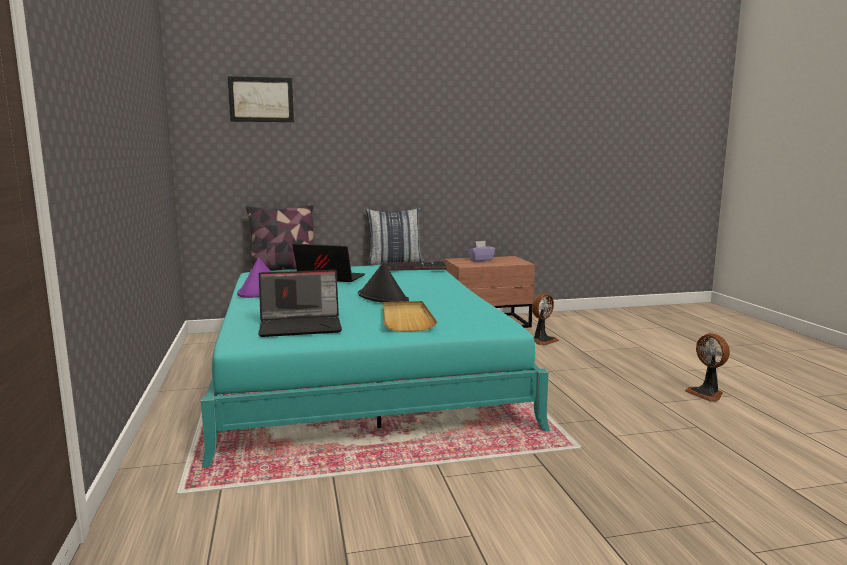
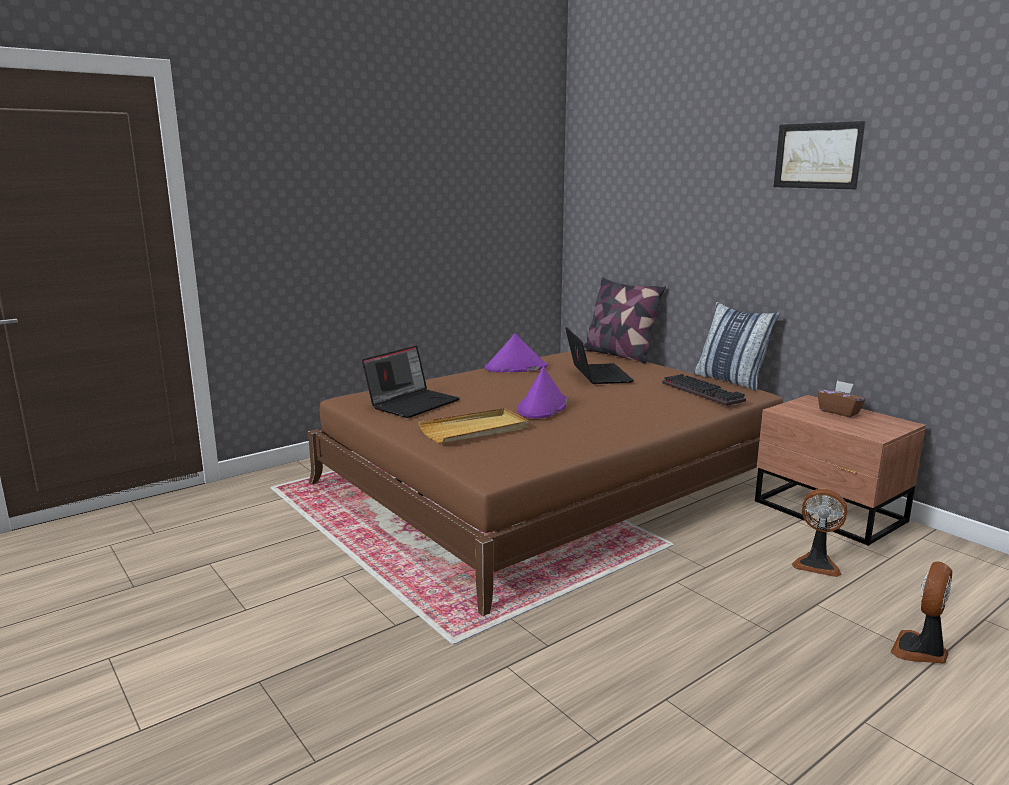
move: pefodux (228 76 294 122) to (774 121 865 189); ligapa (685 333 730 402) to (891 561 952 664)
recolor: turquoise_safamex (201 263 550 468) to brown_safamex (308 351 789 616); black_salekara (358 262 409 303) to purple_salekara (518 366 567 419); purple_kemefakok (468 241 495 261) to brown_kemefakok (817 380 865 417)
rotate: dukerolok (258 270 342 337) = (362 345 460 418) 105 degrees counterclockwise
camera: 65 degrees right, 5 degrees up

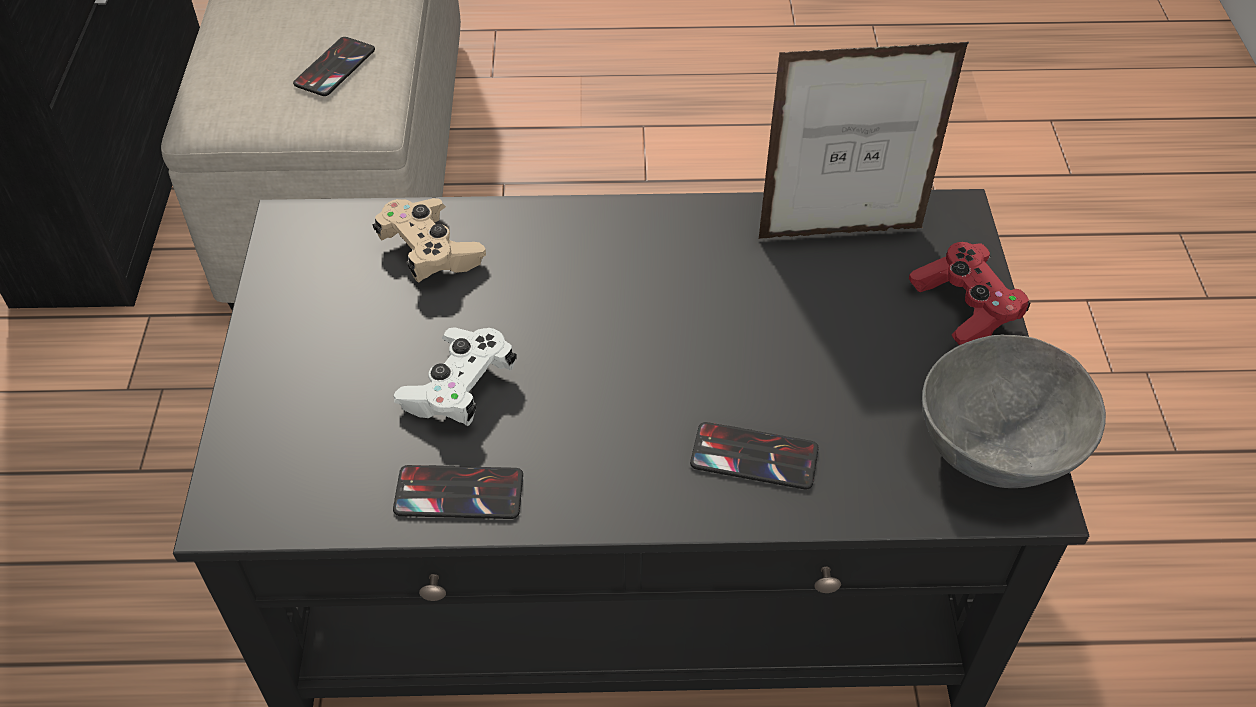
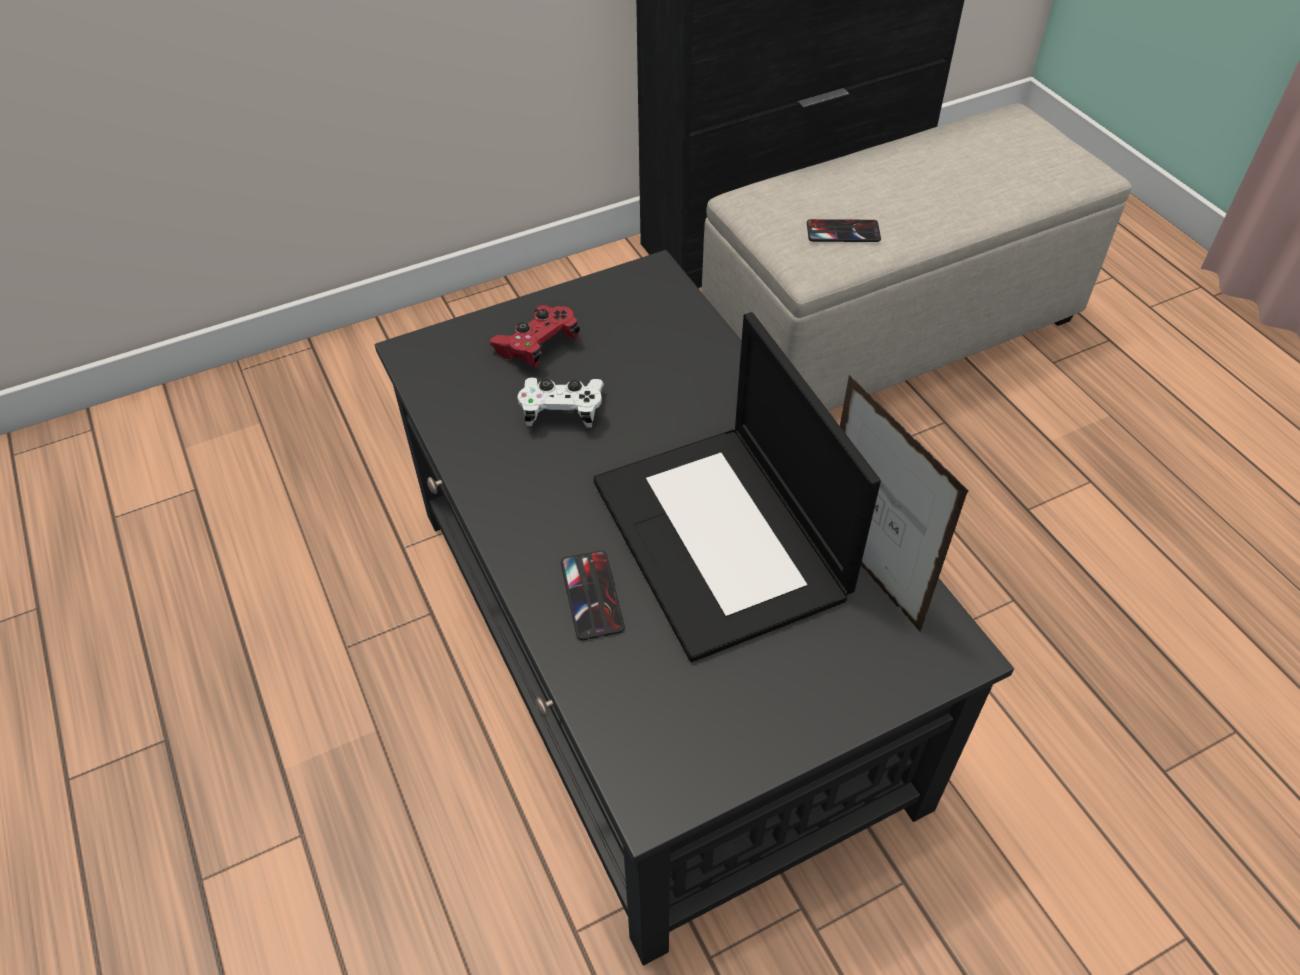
delete: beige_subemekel (372 198 486 282); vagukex (393 465 523 519); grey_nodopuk (922 334 1106 488)
insert: dukerolok (593 312 881 662)
move: red_subemekel (909 242 1031 345) to (490 305 580 368)
camera: 65 degrees right, 0 degrees up

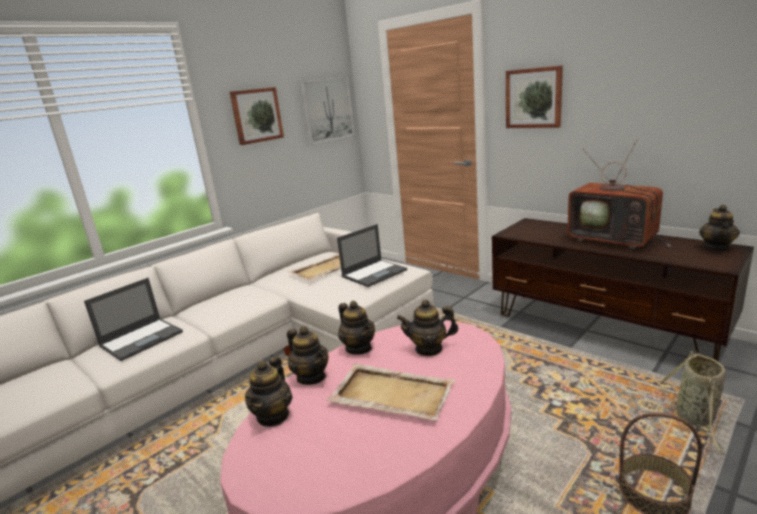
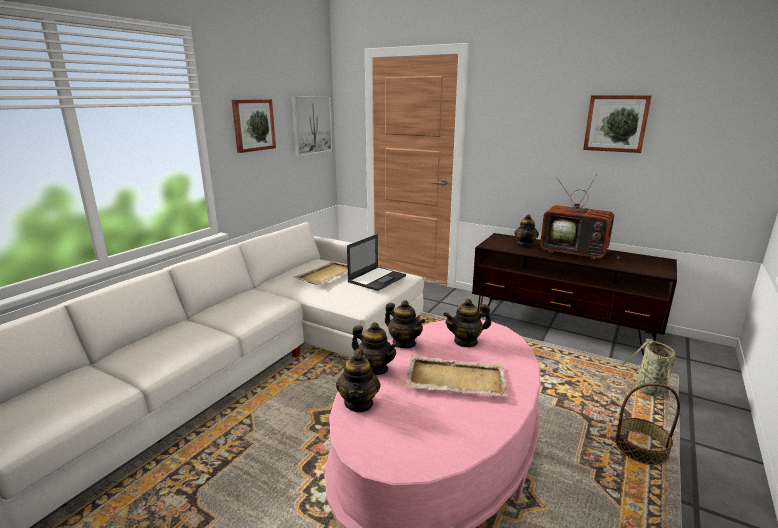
delete: dukerolok (84 278 183 361)
move: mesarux (699 205 740 252) to (514 214 539 247); pefodux (506 65 563 128) to (583 95 652 153)
camera: 15 degrees left, 0 degrees up

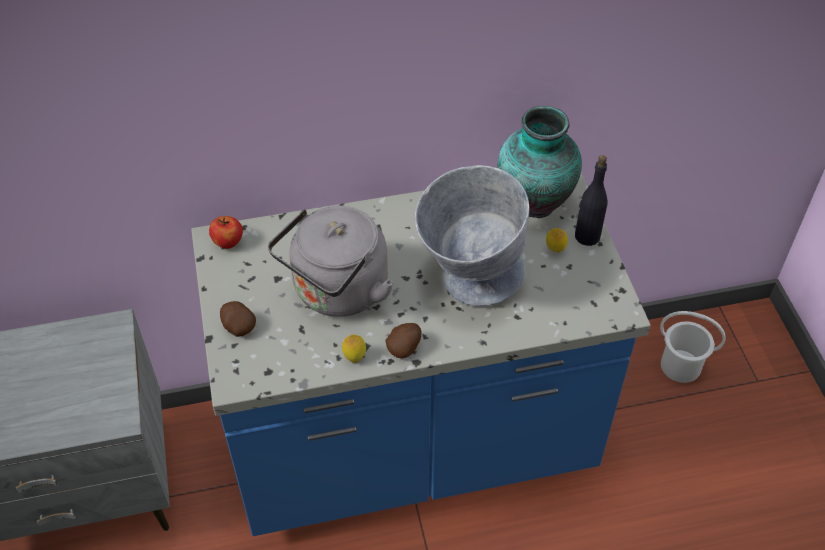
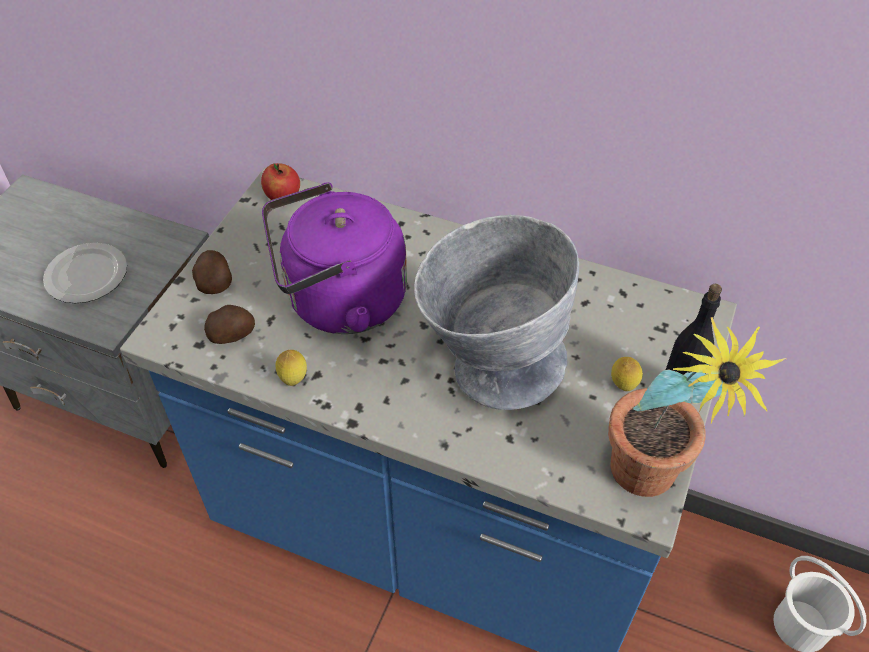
delete: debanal (498 106 582 218)
insert: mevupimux (43 243 127 303); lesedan (608 316 786 497)
move: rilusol (385 323 421 358) to (204 305 255 344)
recolor: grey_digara (268 206 394 317) to purple_digara (262 182 407 334)
camera: 35 degrees right, 0 degrees up

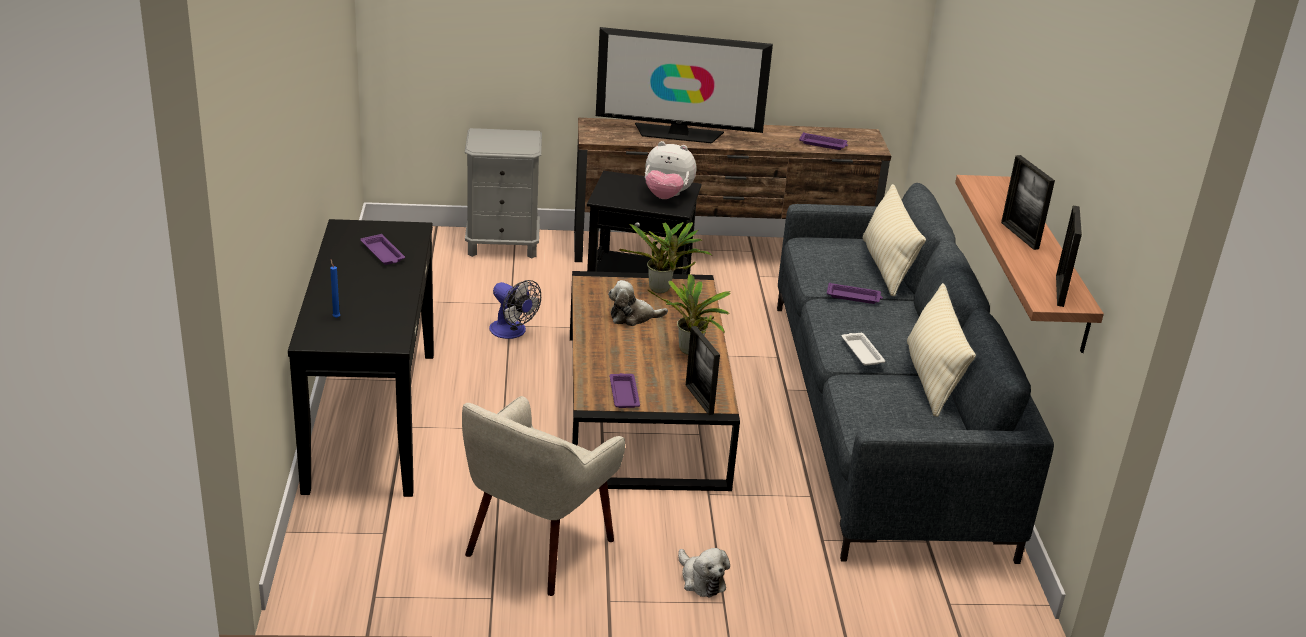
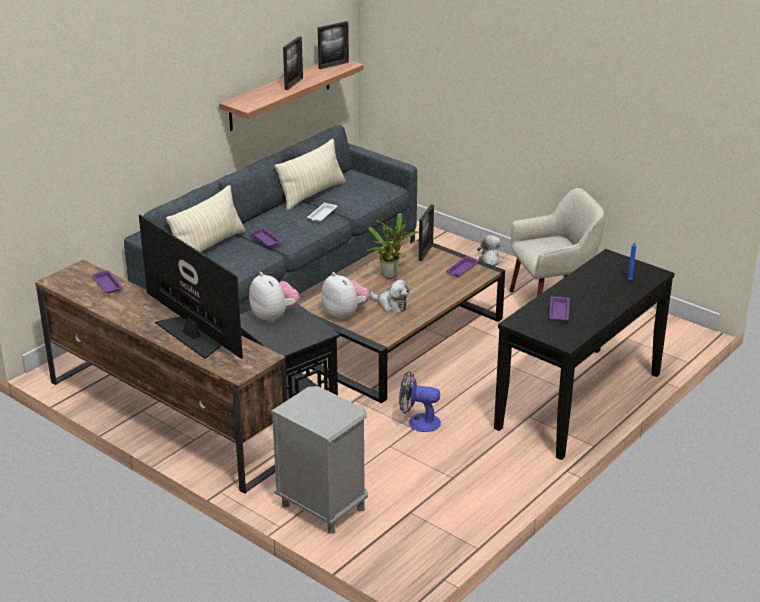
replace: lesedan (619 222 713 293) to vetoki (322 272 370 320)
rotate: ligapa (489 280 541 339) = (399 371 441 432) 75 degrees counterclockwise
camera: 135 degrees left, 0 degrees up

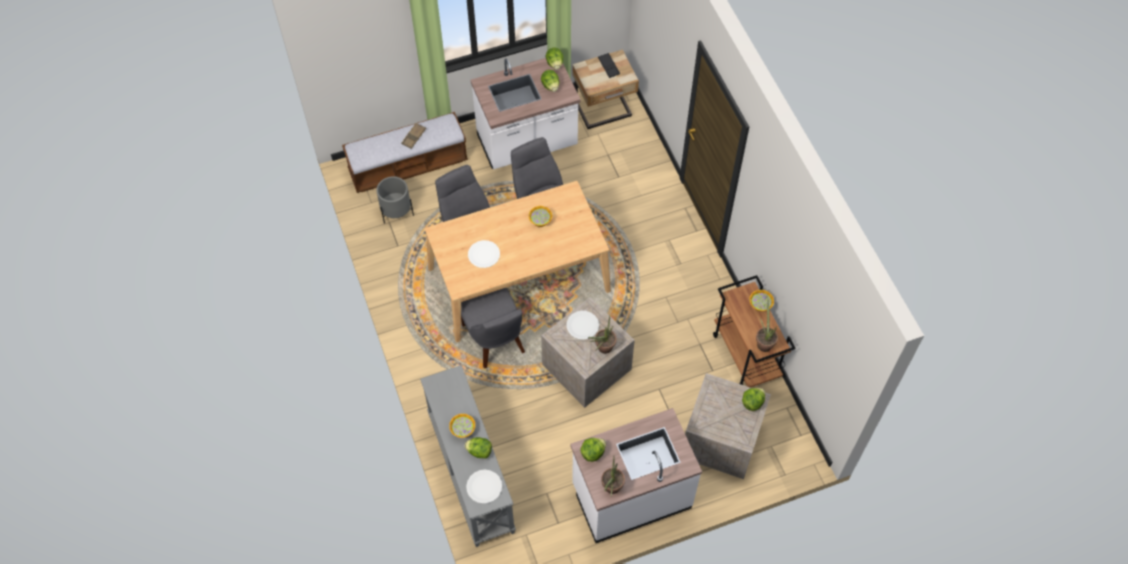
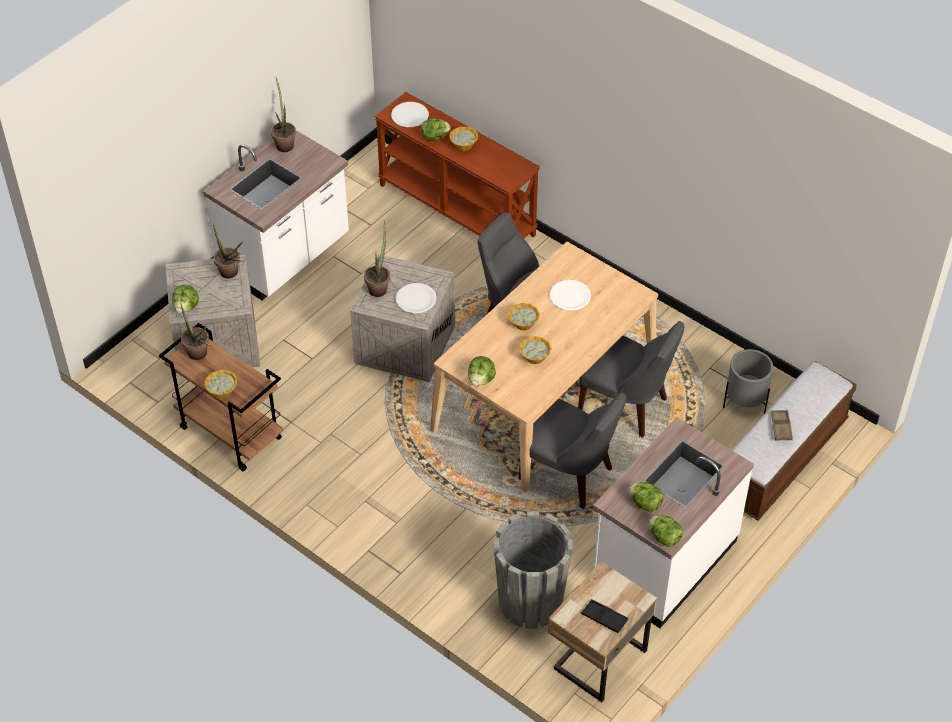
insert: lesedan (213 224 244 279); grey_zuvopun (494 511 573 628); nodopuk (508 303 540 331)
move: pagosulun (581 438 606 462) to (468 356 496 386)
recolor: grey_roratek (420 365 516 547) to brown_roratek (374 92 540 238)
camera: 150 degrees right, 10 degrees down

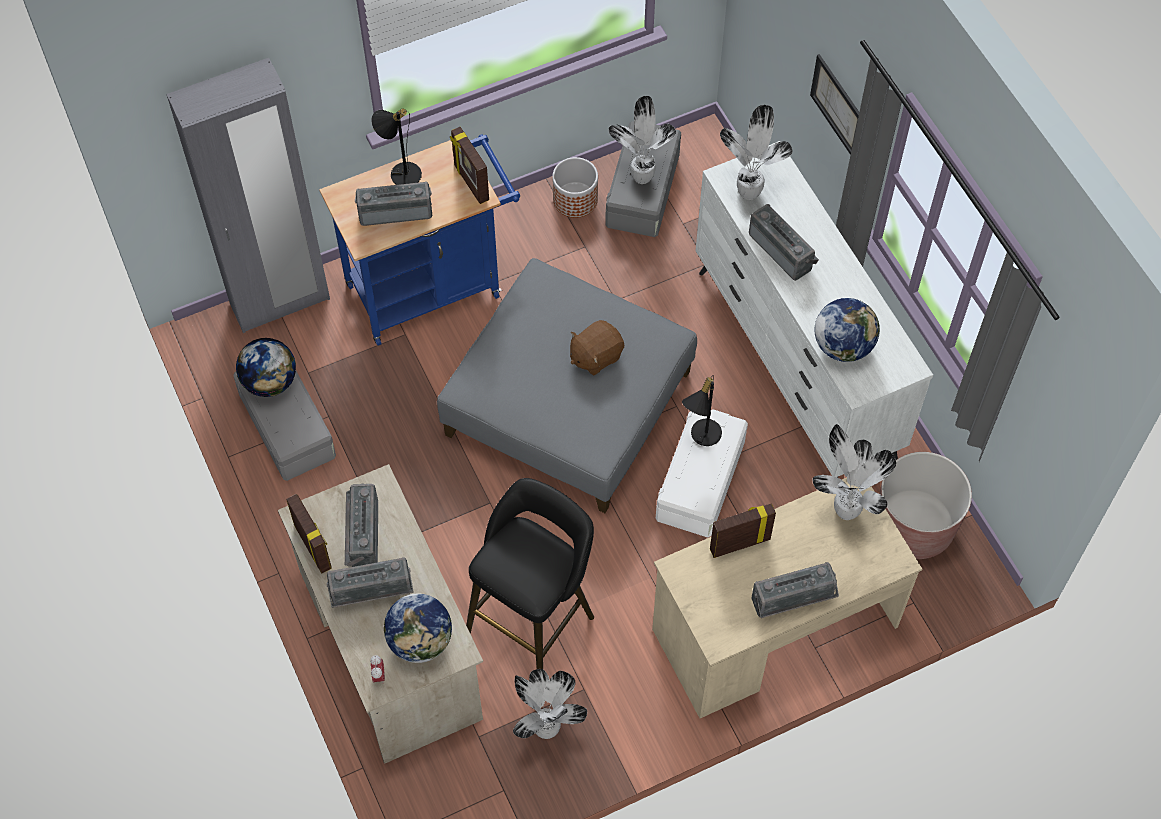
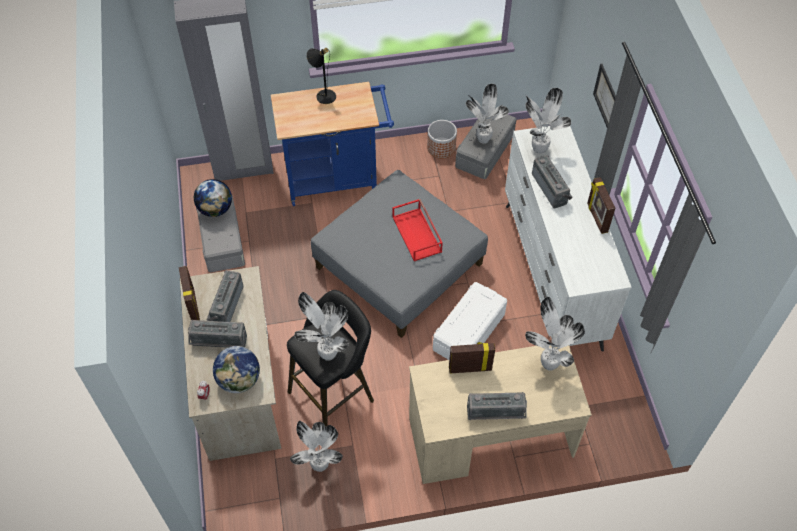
delete: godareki (355 181 432 226); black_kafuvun (682 375 722 446); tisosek (815 298 880 362); brown_zuvopun (879 452 972 559)
insert: lesedan (294 292 349 361)
move: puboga (450 127 489 204) to (587 177 615 234)
replace: brown_vetoki (570 320 624 376) to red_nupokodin (392 199 443 261)
camera: 15 degrees right, 5 degrees down

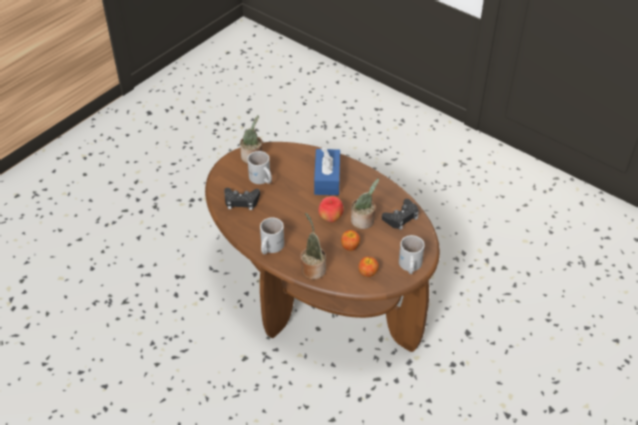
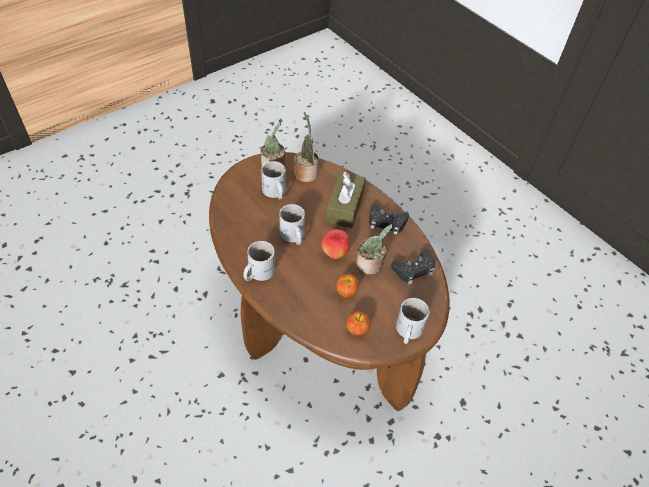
insert: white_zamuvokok (279 204 305 245)
move: lesedan (300 213 326 280) to (294 112 319 182); black_subemekel (224 188 260 210) to (369 204 409 235)
recolor: blue_kemefakok (314 147 340 195) to brown_kemefakok (326 172 366 228)
camera: 10 degrees right, 5 degrees up

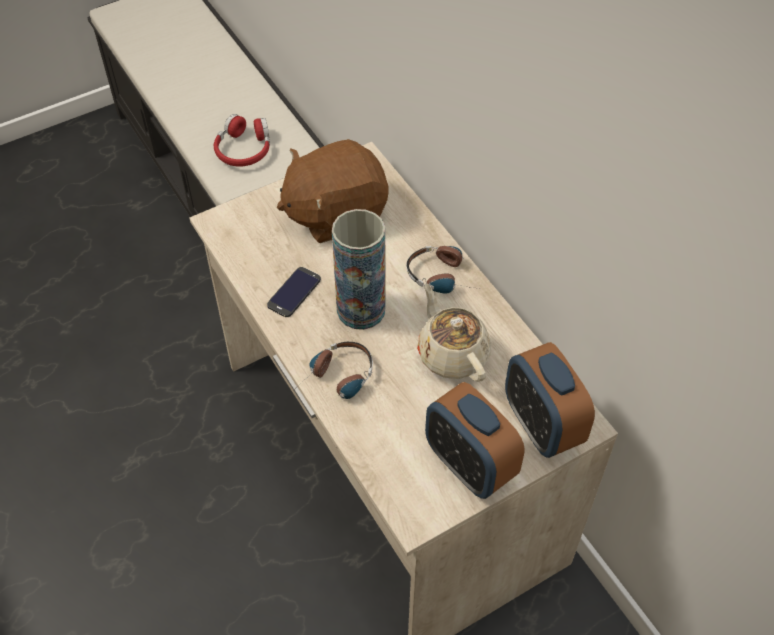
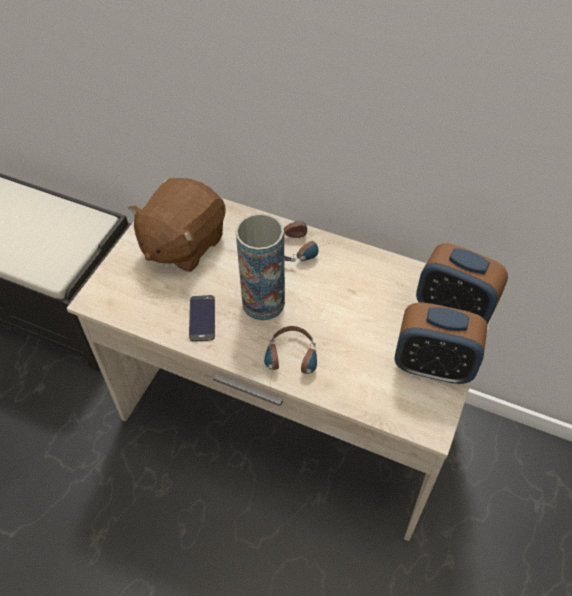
delete: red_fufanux (214 114 270 167); beige_mesarux (417 284 491 382)
camera: 35 degrees left, 0 degrees up

